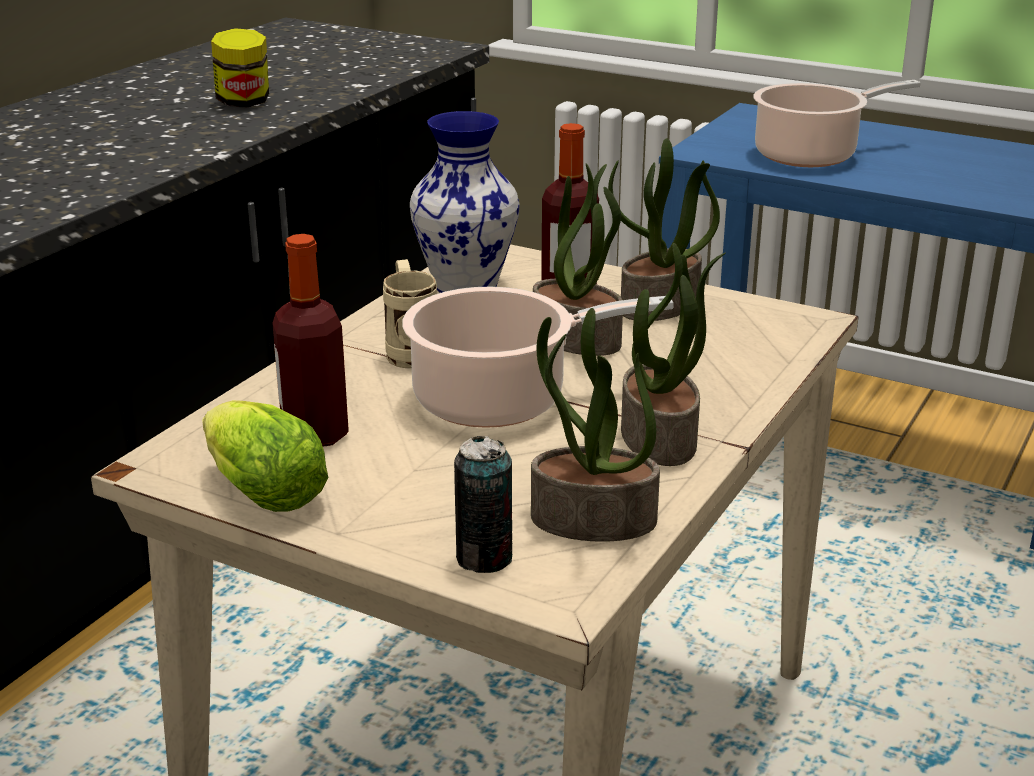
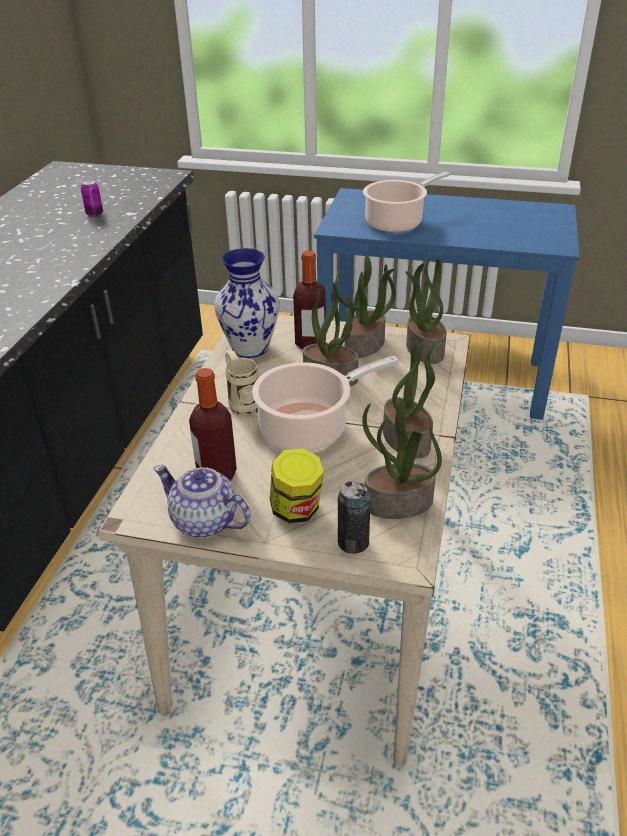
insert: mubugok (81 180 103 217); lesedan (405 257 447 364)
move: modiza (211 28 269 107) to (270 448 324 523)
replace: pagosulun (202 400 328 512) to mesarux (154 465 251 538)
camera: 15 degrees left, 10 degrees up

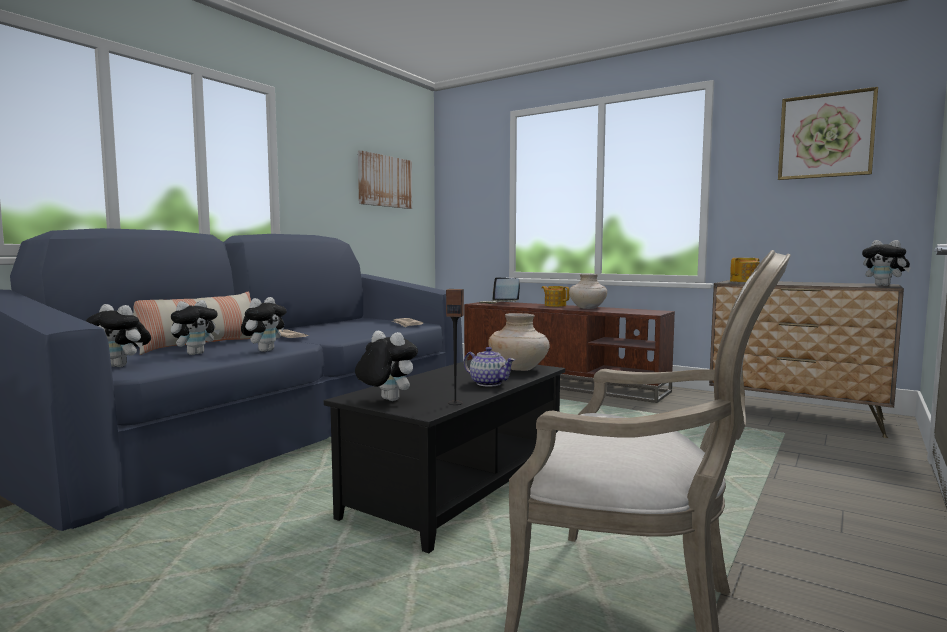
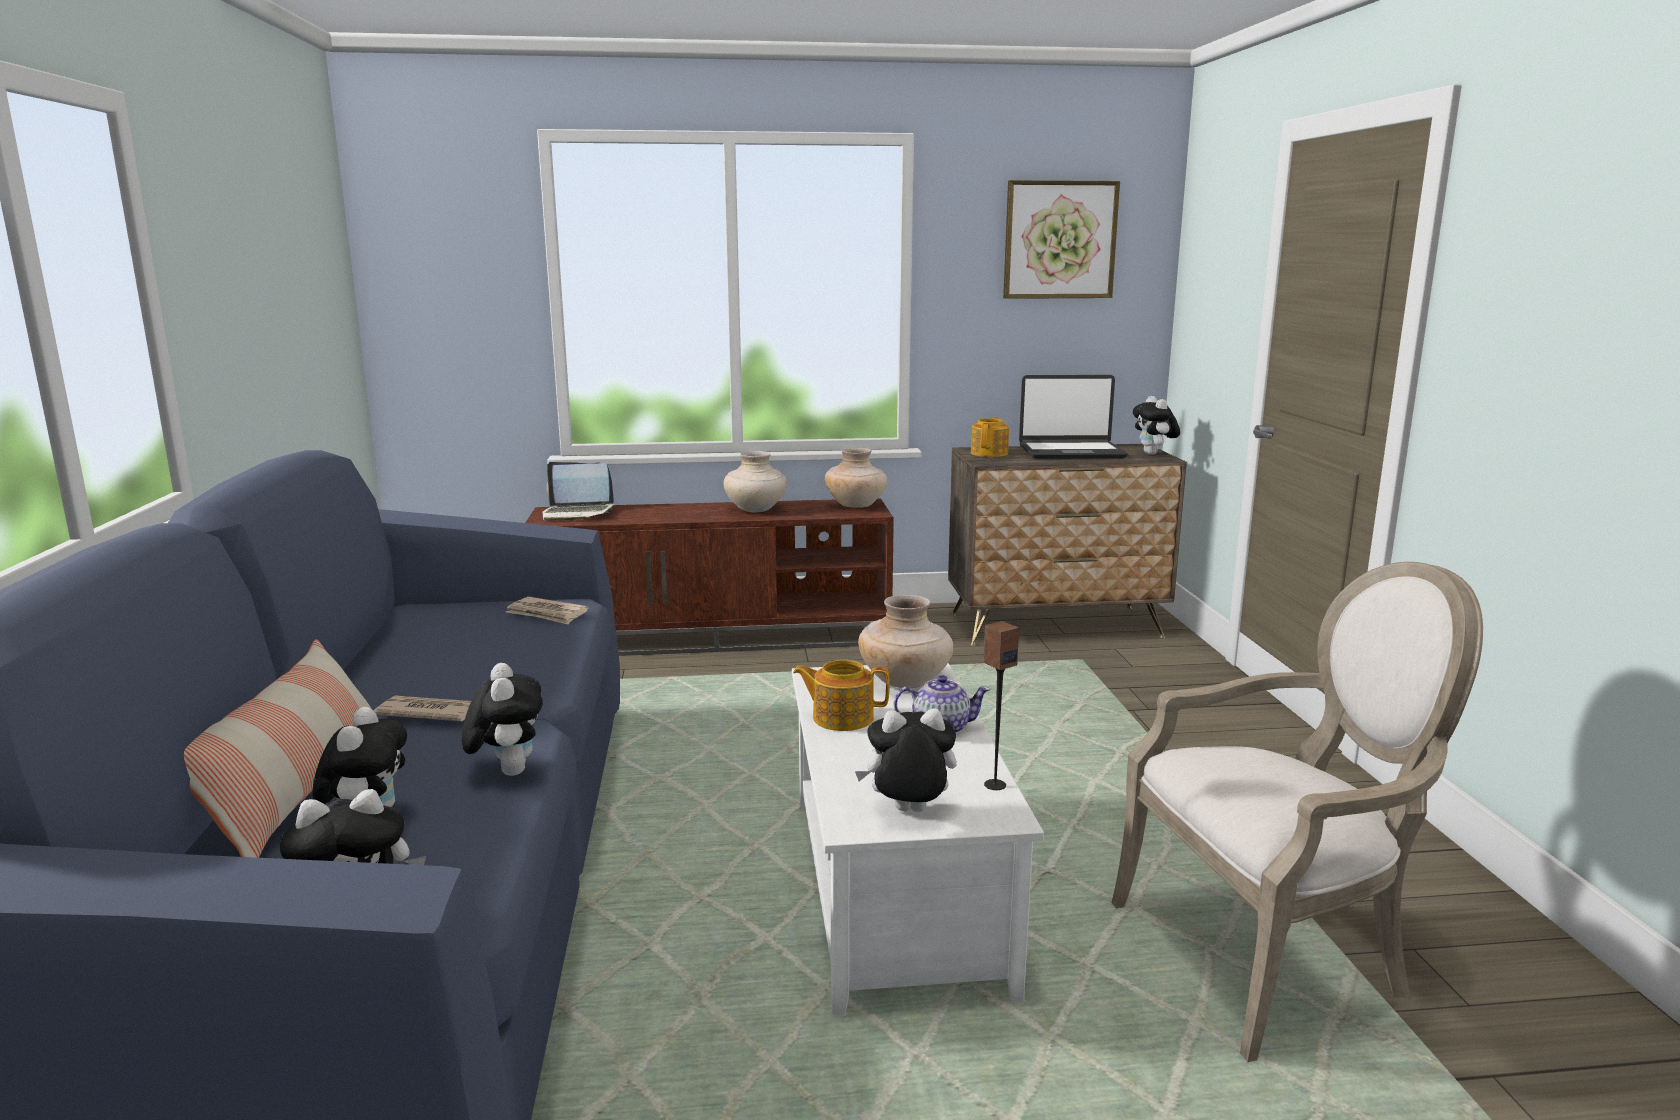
delete: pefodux (358 150 412 209)
insert: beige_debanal (825 448 887 508); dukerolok (1019 375 1128 459)
move: mesarux (542 286 570 307) to (793 660 890 731)
recolor: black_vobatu (324 359 565 553) to white_vobatu (792 663 1044 1017)
rotate: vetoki (862 240 911 286) = (1133 396 1180 455) 60 degrees clockwise
camera: 40 degrees left, 10 degrees up

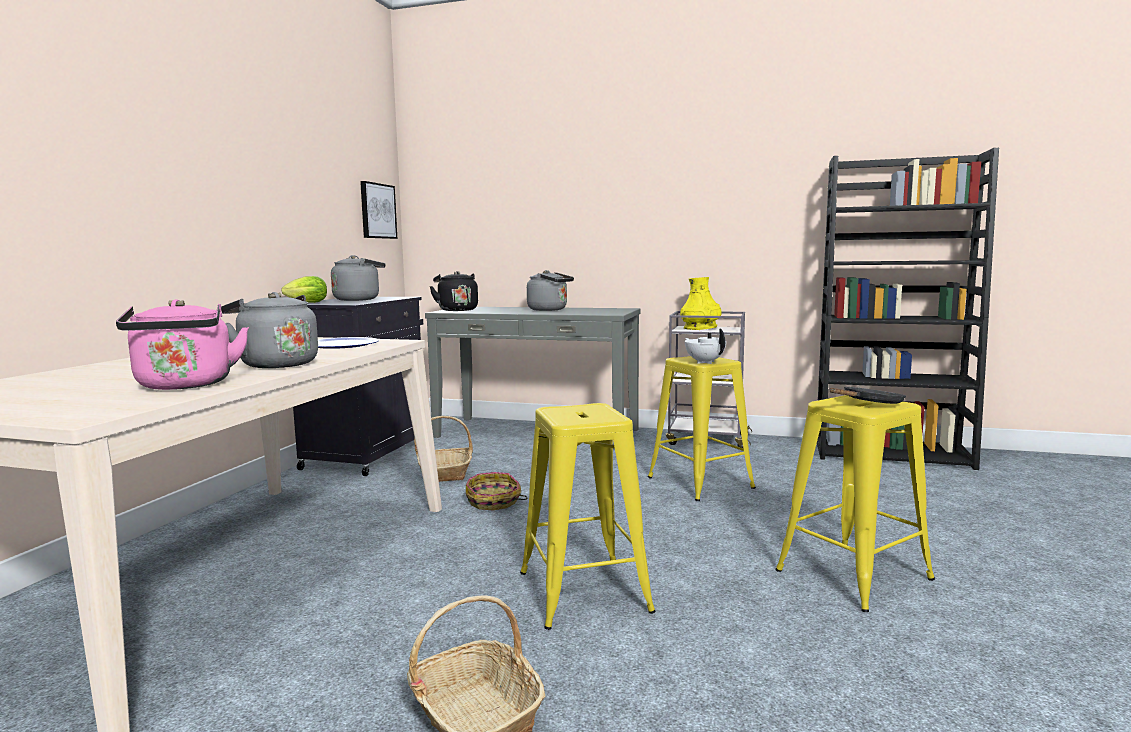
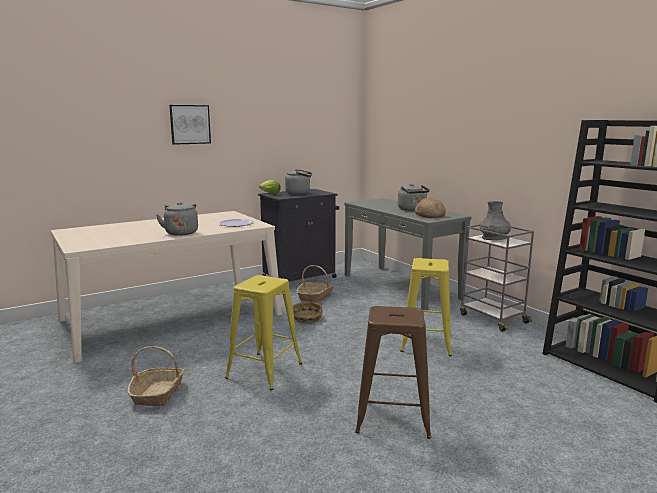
delete: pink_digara (116 299 249 390); black_digara (430 271 478 311); white_mesarux (685 328 727 364); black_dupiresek (830 387 906 404)
insert: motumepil (415 198 446 218)
move: pefodux (360 181 397 239) to (169 105 211 145)
recolor: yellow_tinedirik (775 395 935 612) to brown_tinedirik (355 306 431 439); yellow_debanal (680 277 722 330) to grey_debanal (480 201 511 240)
camera: 40 degrees right, 5 degrees up

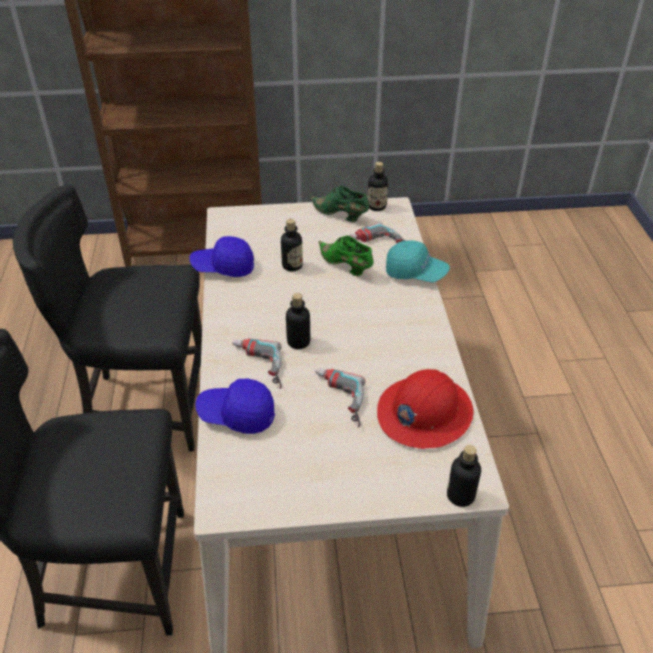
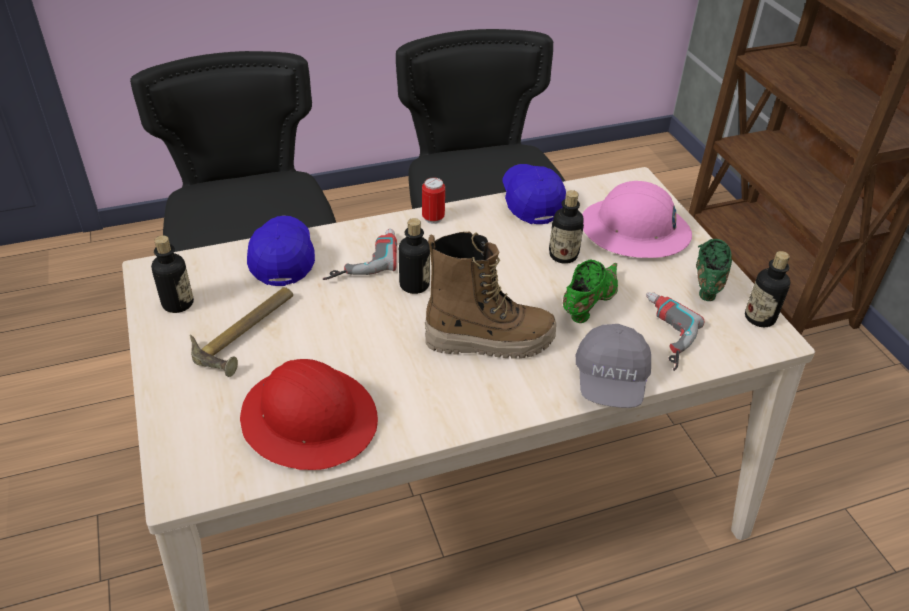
delete: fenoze (315 368 365 428)
insert: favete (190 287 293 377); mubugok (422 177 445 224); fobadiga (425 232 556 358); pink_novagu (582 181 692 258)
move: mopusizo (447 445 481 507) to (151 235 194 313)
recolor: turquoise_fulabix (386 240 450 282) to grey_fulabix (576 324 651 408)
camera: 75 degrees right, 0 degrees up

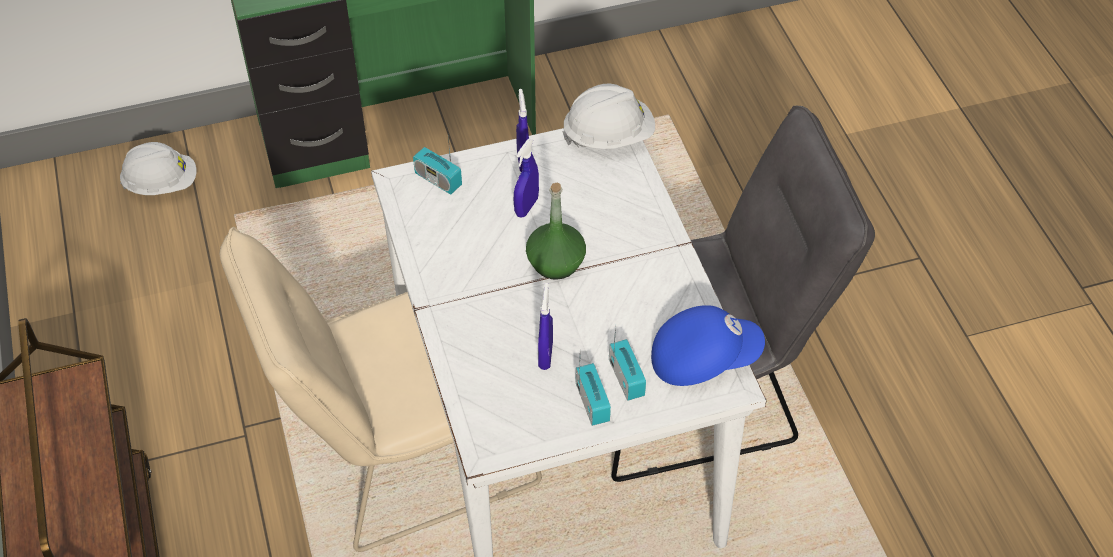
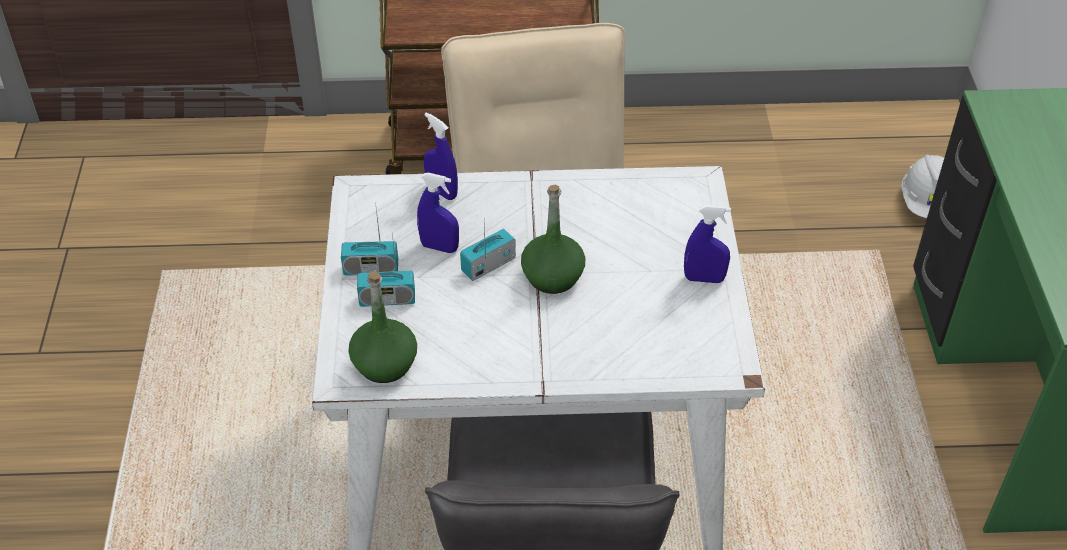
delete: white_novagu (563 84 655 149)
move: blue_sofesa (514 139 539 217) to (424 112 458 200); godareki (413 136 462 194) to (460 226 516 281)
replace: blue_fulabix (651 305 765 386) to green_mopusizo (348 271 417 383)
camera: 105 degrees right, 5 degrees down

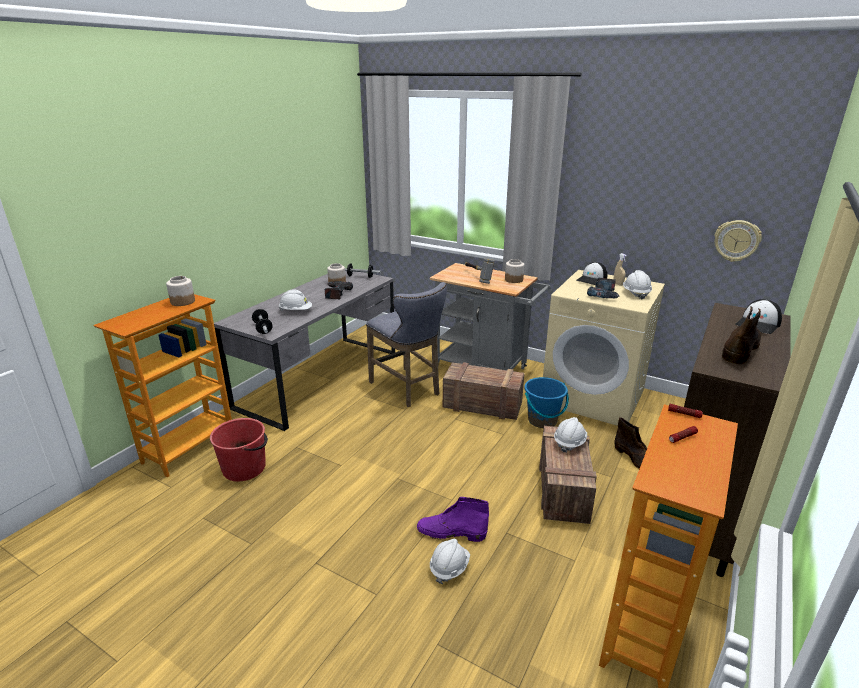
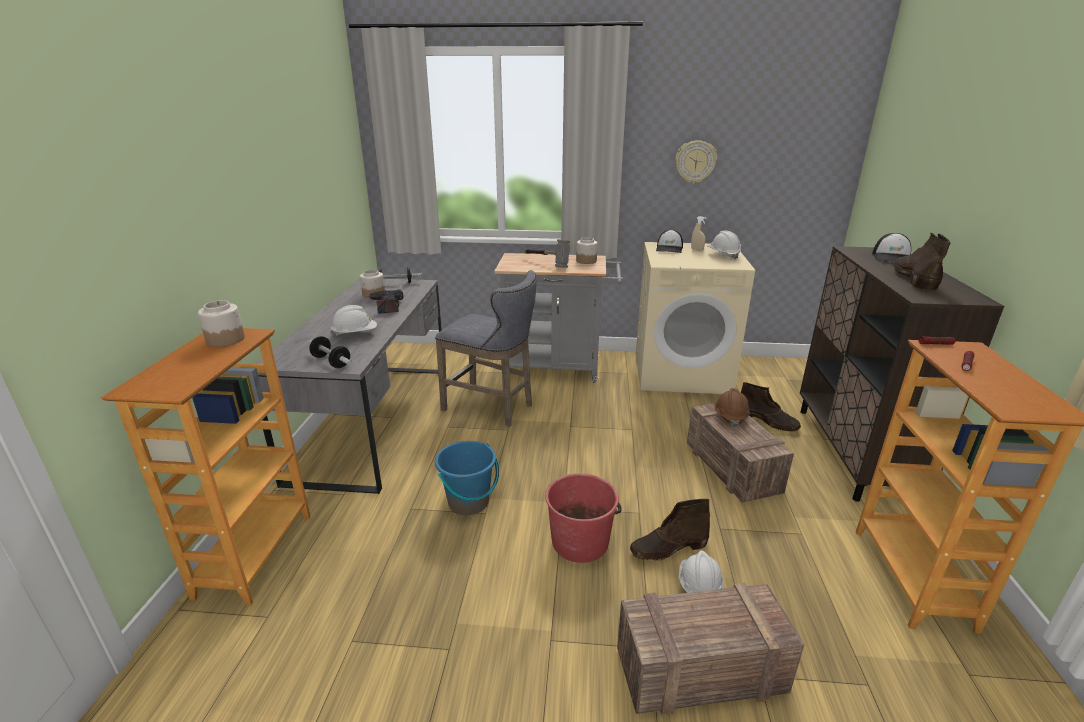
delete: fenoze (587 278 619 298)
move: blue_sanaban (524 377 569 428) to (435 441 499 515); red_sanaban (210 418 268 481) to (545 473 622 563); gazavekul (443 362 525 420) to (617 583 805 716); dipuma (714 220 762 262) to (675 140 717 184)
recolor: purple_fobadiga (417 497 489 542) to brown_fobadiga (630 499 710 561); white_novagu (554 417 587 452) to brown_novagu (715 388 750 427)
camera: 25 degrees left, 0 degrees up

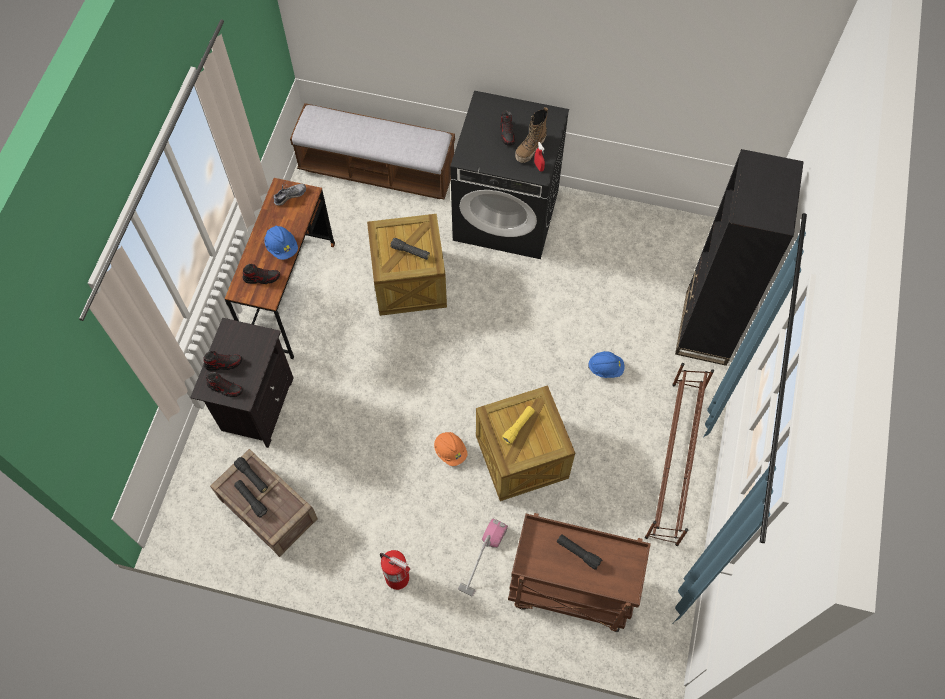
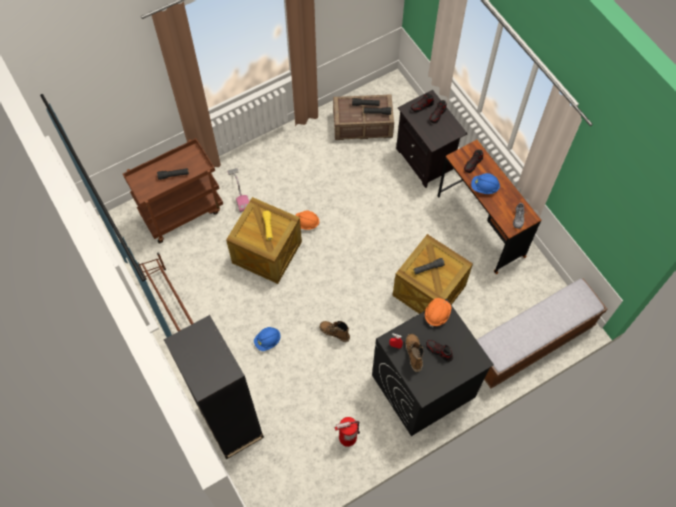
insert: fobadiga (319 321 350 342); orange_novagu (425 298 452 328)
move: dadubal (380 550 411 590) to (334 417 360 447)
camera: 135 degrees right, 0 degrees up

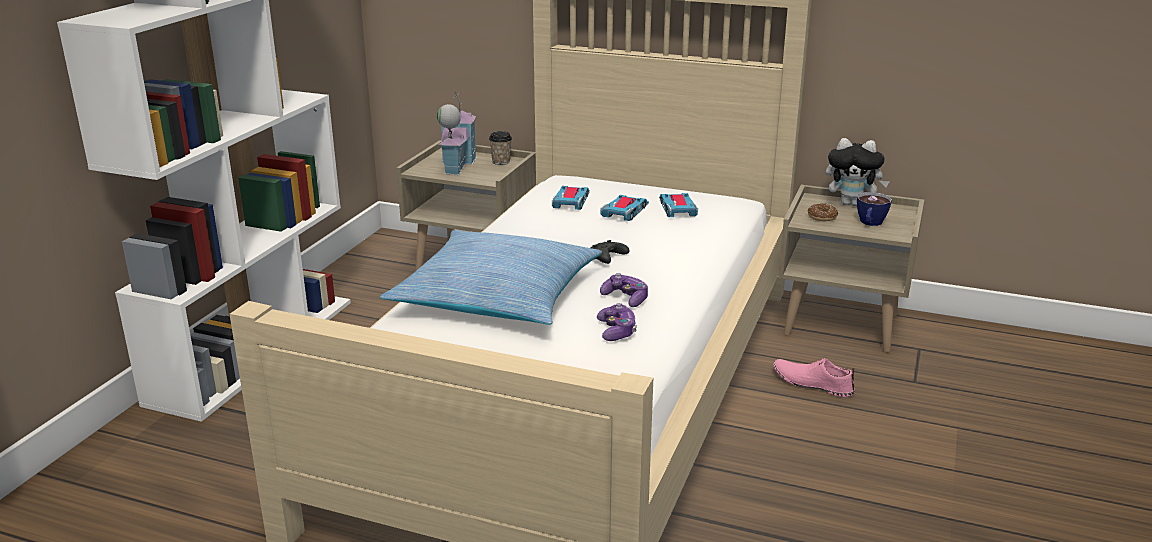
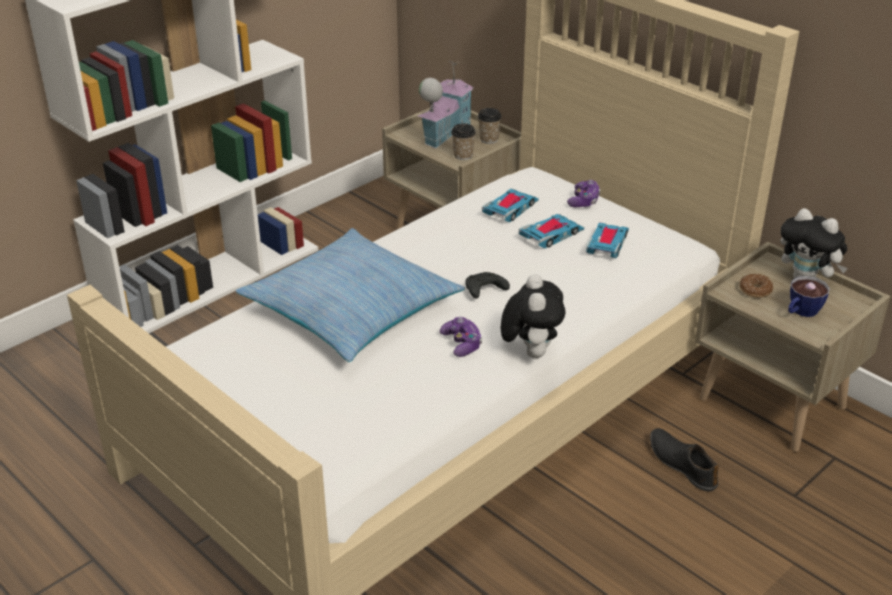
insert: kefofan (451 123 476 160); vetoki (501 274 565 358)
move: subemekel (597 303 637 341) to (567 180 601 207)
recolor: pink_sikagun (773 358 855 397) to black_sikagun (650 428 718 492)
camera: 25 degrees right, 10 degrees up

